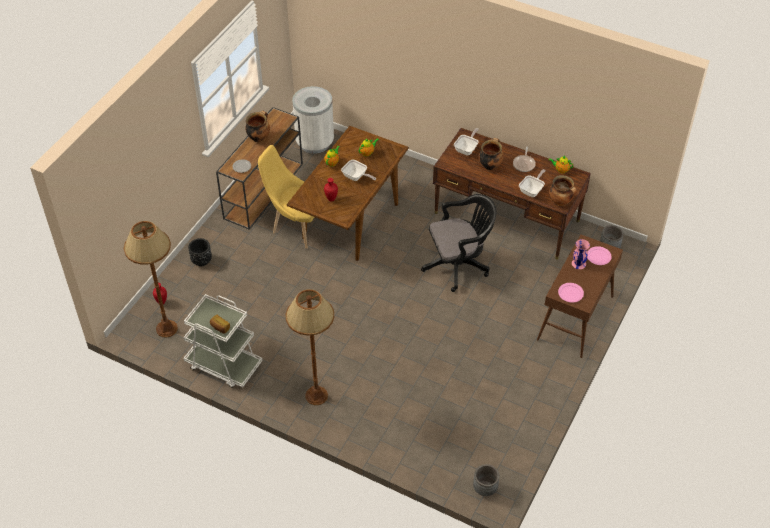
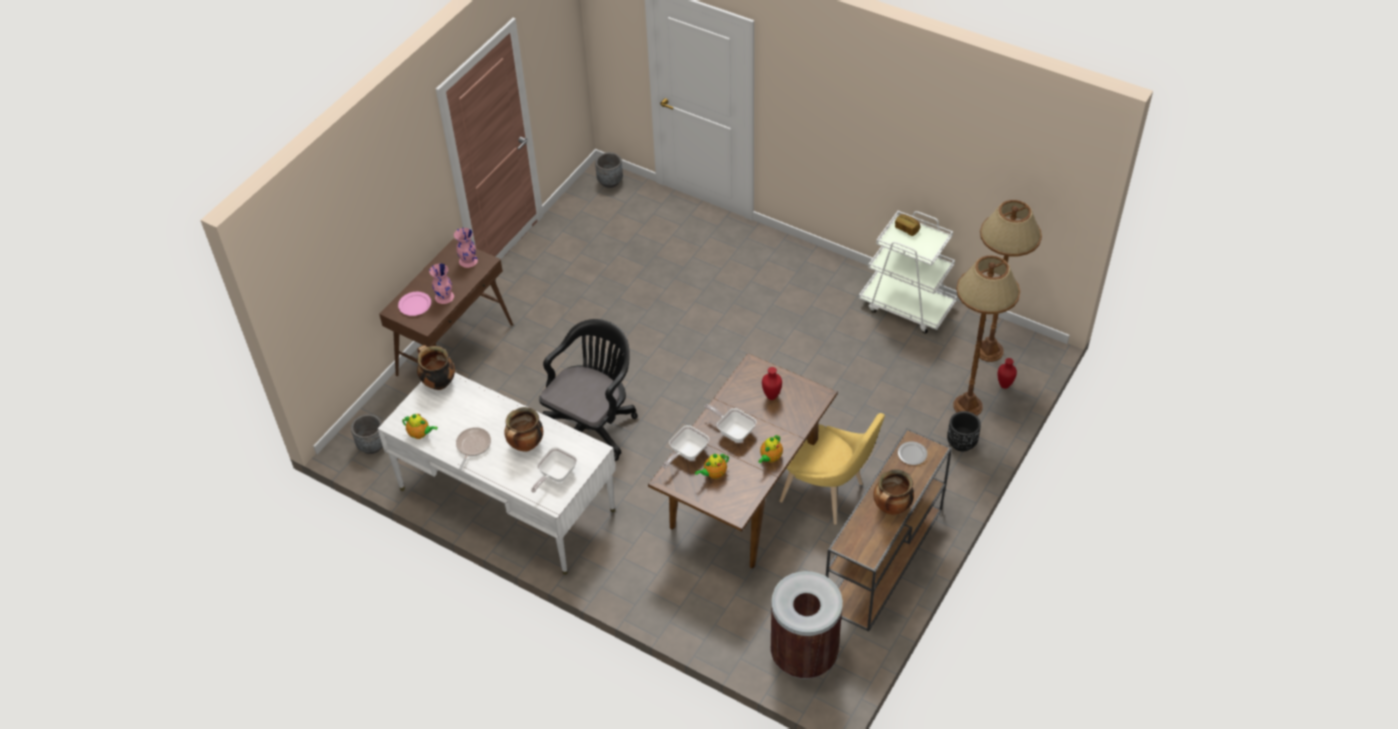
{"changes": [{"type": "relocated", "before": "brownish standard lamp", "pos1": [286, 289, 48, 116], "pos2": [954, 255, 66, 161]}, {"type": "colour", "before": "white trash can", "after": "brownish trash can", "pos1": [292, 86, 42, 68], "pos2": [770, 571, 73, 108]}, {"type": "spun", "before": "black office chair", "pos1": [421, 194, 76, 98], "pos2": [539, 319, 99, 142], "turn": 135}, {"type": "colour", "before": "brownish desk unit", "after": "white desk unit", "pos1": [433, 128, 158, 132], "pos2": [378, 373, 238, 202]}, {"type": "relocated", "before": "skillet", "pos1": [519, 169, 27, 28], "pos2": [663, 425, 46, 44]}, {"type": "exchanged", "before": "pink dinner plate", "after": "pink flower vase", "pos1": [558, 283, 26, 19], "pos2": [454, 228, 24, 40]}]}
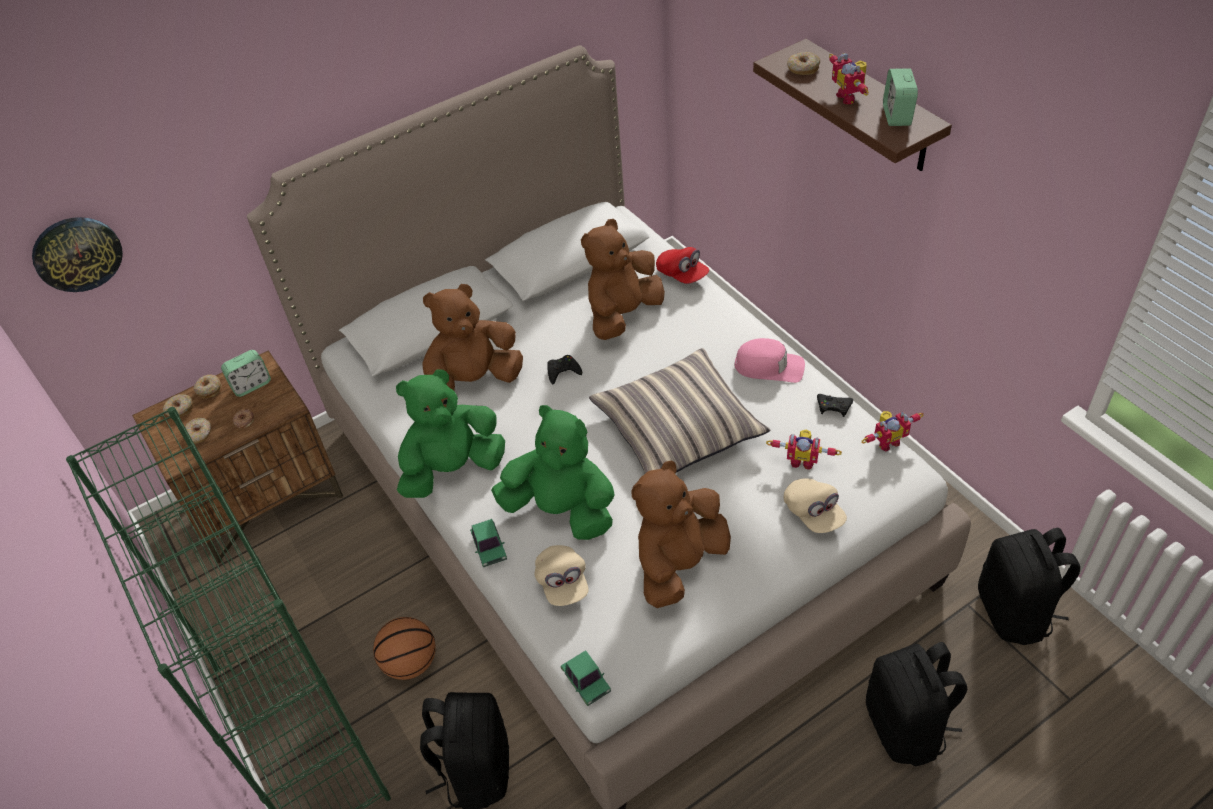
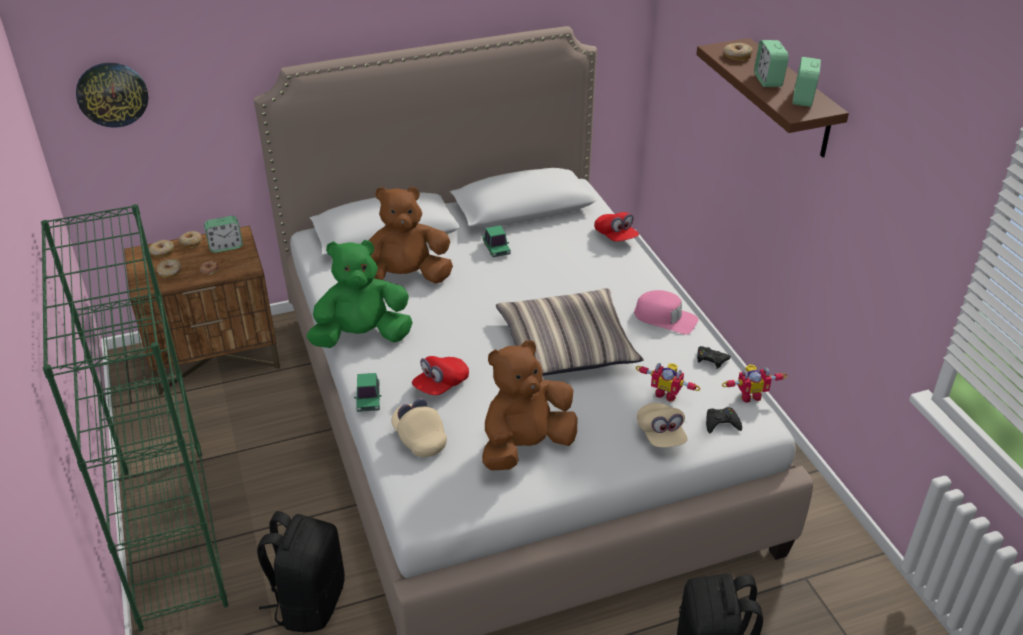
{"changes": [{"type": "missing", "before": "basketball", "pos1": [373, 617, 63, 63]}, {"type": "exchanged", "before": "green-coloured cuddly toy", "after": "red cap", "pos1": [491, 405, 124, 135], "pos2": [412, 356, 57, 39]}, {"type": "spun", "before": "beige cap", "pos1": [535, 545, 54, 61], "pos2": [391, 398, 56, 59], "turn": 150}, {"type": "relocated", "before": "black game controller", "pos1": [547, 355, 35, 29], "pos2": [706, 407, 36, 27]}, {"type": "relocated", "before": "model car", "pos1": [561, 650, 50, 56], "pos2": [482, 225, 28, 32]}, {"type": "missing", "before": "brownish cuddly toy", "pos1": [581, 219, 84, 121]}, {"type": "exchanged", "before": "model robot", "after": "alarm clock", "pos1": [829, 53, 40, 52], "pos2": [754, 40, 35, 47]}, {"type": "missing", "before": "black rucksack", "pos1": [978, 528, 102, 117]}]}
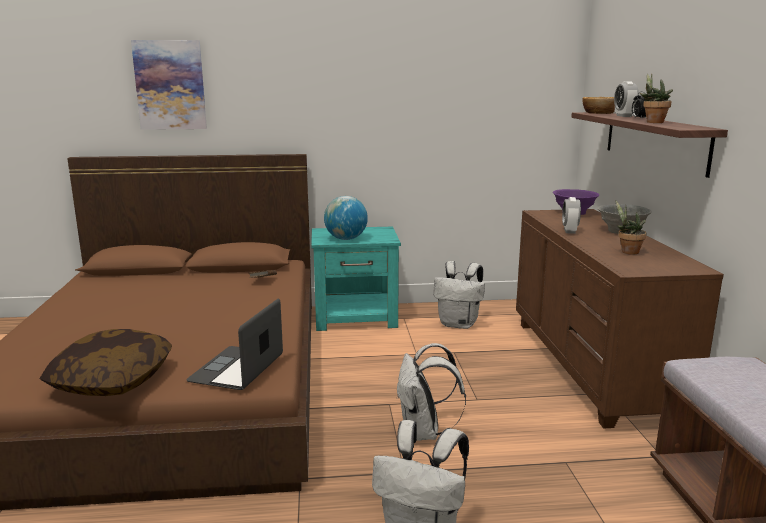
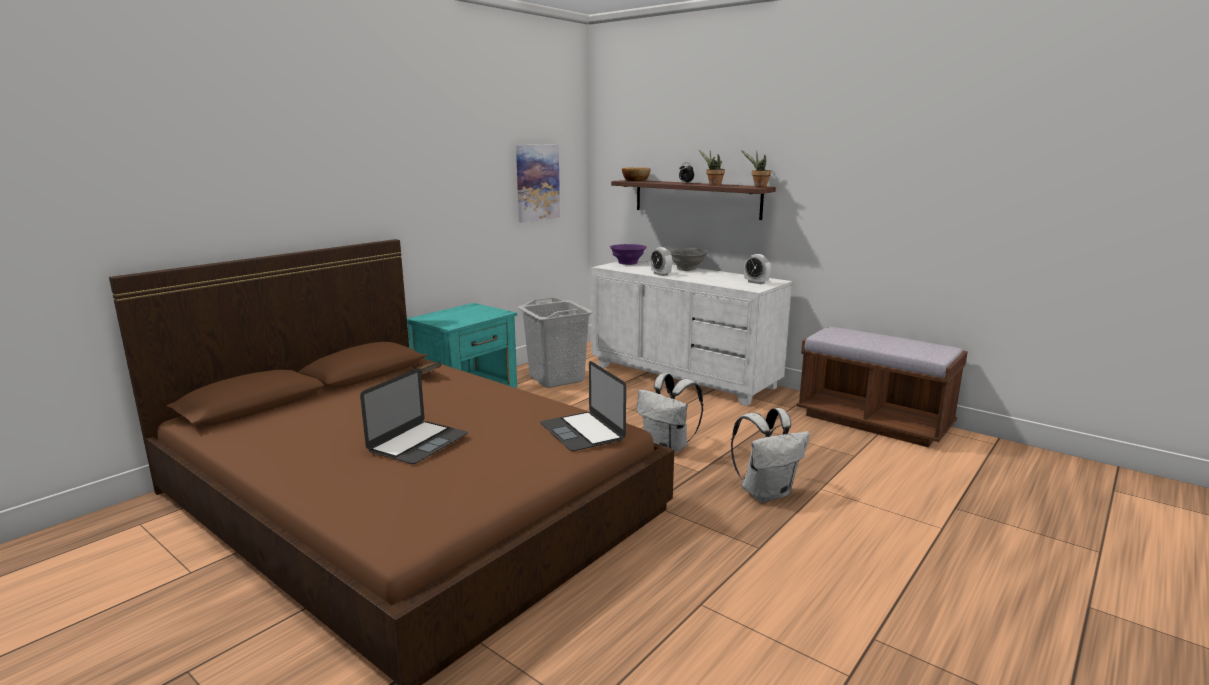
{"changes": [{"type": "missing", "before": "throw pillow", "pos1": [39, 329, 133, 67]}, {"type": "relocated", "before": "wall art", "pos1": [131, 40, 76, 90], "pos2": [516, 144, 44, 78]}, {"type": "missing", "before": "world globe", "pos1": [324, 196, 44, 44]}, {"type": "exchanged", "before": "white rucksack", "after": "grey hamper", "pos1": [434, 261, 51, 68], "pos2": [518, 297, 76, 91]}, {"type": "colour", "before": "brownish chest of drawers", "after": "white chest of drawers", "pos1": [516, 209, 208, 220], "pos2": [591, 260, 201, 146]}, {"type": "relocated", "before": "alarm clock", "pos1": [614, 81, 25, 36], "pos2": [744, 254, 27, 30]}, {"type": "relocated", "before": "plant in a pot", "pos1": [616, 201, 30, 54], "pos2": [741, 150, 30, 37]}, {"type": "appeared", "after": "portable computer", "pos2": [360, 368, 108, 96]}]}
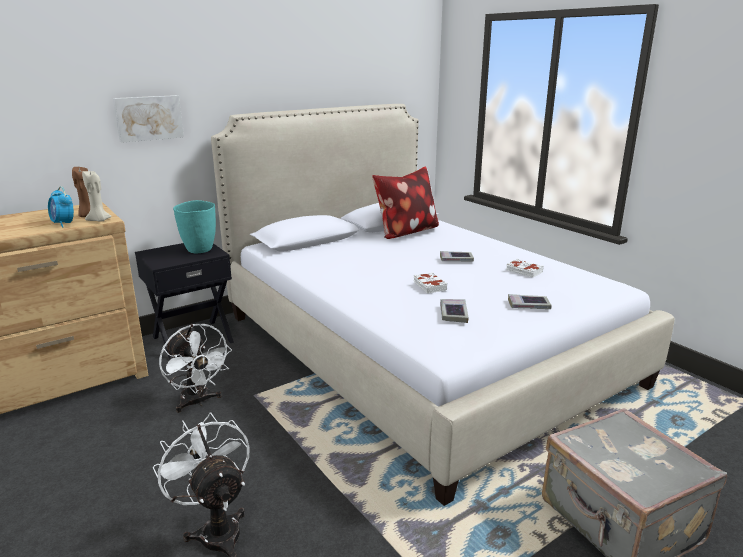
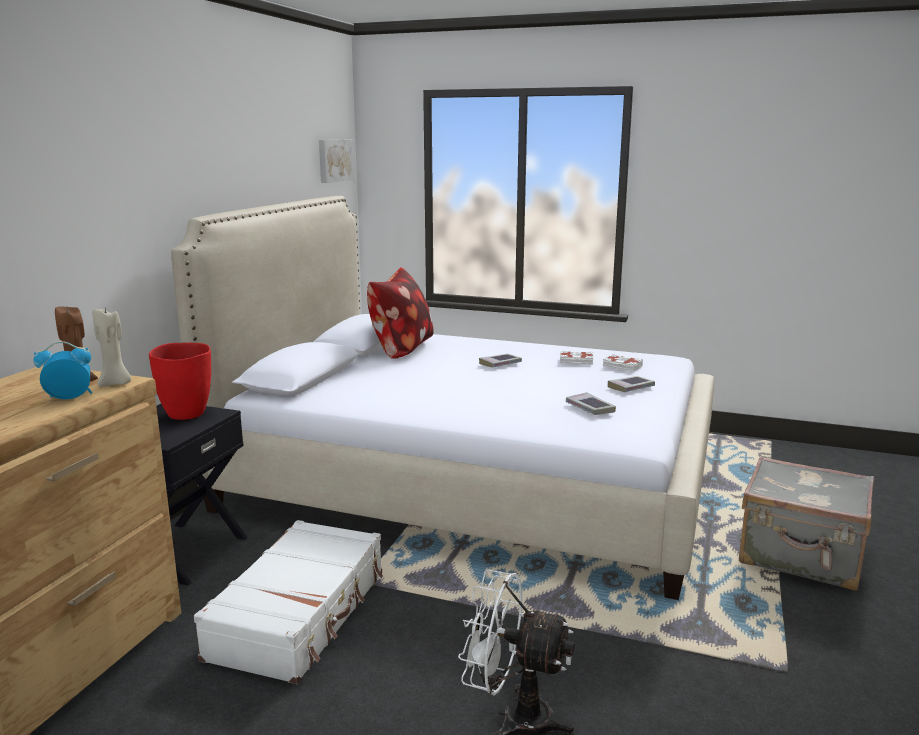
{"changes": [{"type": "spun", "before": "alarm clock", "pos1": [48, 186, 26, 41], "pos2": [34, 341, 58, 58], "turn": 150}, {"type": "relocated", "before": "wall art", "pos1": [113, 95, 71, 48], "pos2": [319, 140, 36, 43]}, {"type": "exchanged", "before": "white cooling fan", "after": "white suitcase", "pos1": [159, 324, 73, 89], "pos2": [194, 520, 189, 164]}, {"type": "colour", "before": "turquoise flower vase", "after": "red flower vase", "pos1": [173, 200, 43, 53], "pos2": [149, 342, 62, 78]}, {"type": "relocated", "before": "white book", "pos1": [413, 272, 34, 21], "pos2": [603, 354, 40, 18]}]}
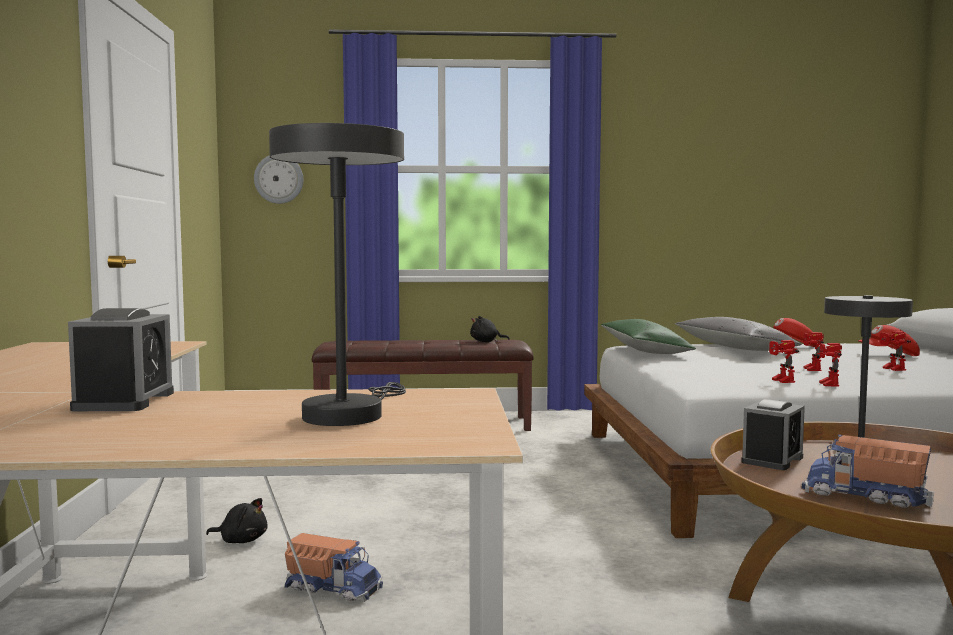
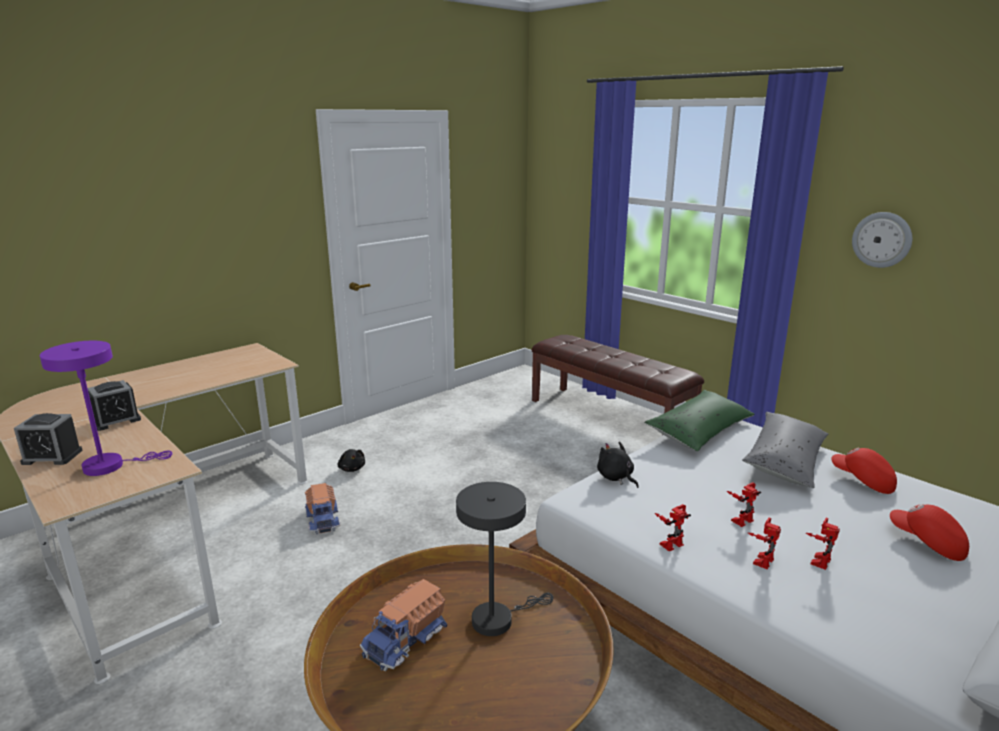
{"changes": [{"type": "relocated", "before": "wall clock", "pos1": [254, 156, 49, 48], "pos2": [852, 212, 60, 56]}, {"type": "colour", "before": "grey tabletop lamp", "after": "purple tabletop lamp", "pos1": [269, 123, 137, 303], "pos2": [40, 341, 132, 135]}, {"type": "relocated", "before": "black cuddly toy", "pos1": [470, 316, 40, 26], "pos2": [597, 441, 42, 47]}, {"type": "relocated", "before": "alarm clock", "pos1": [741, 399, 64, 71], "pos2": [14, 413, 68, 52]}, {"type": "relocated", "before": "model robot", "pos1": [769, 340, 30, 43], "pos2": [748, 518, 33, 51]}, {"type": "spun", "before": "toy truck", "pos1": [802, 434, 132, 73], "pos2": [360, 579, 87, 92], "turn": -135}]}
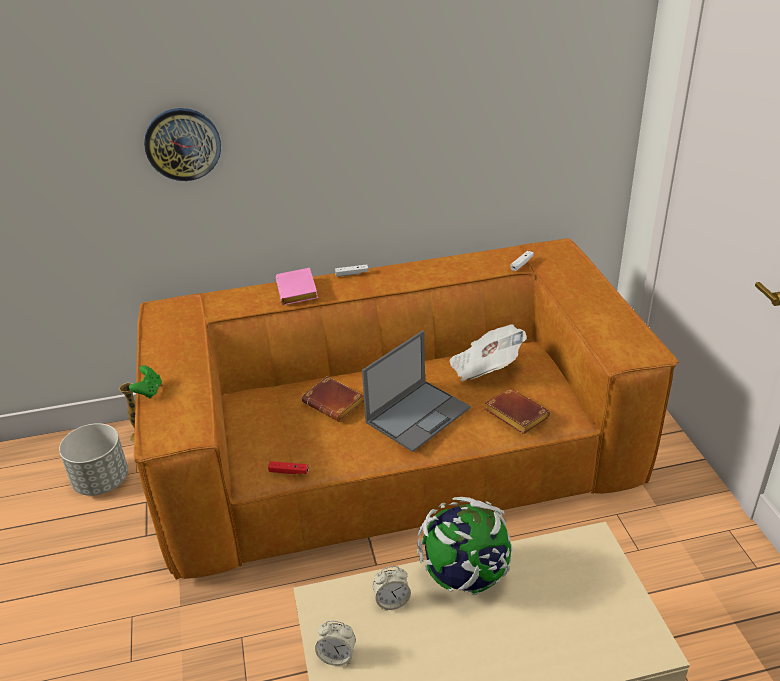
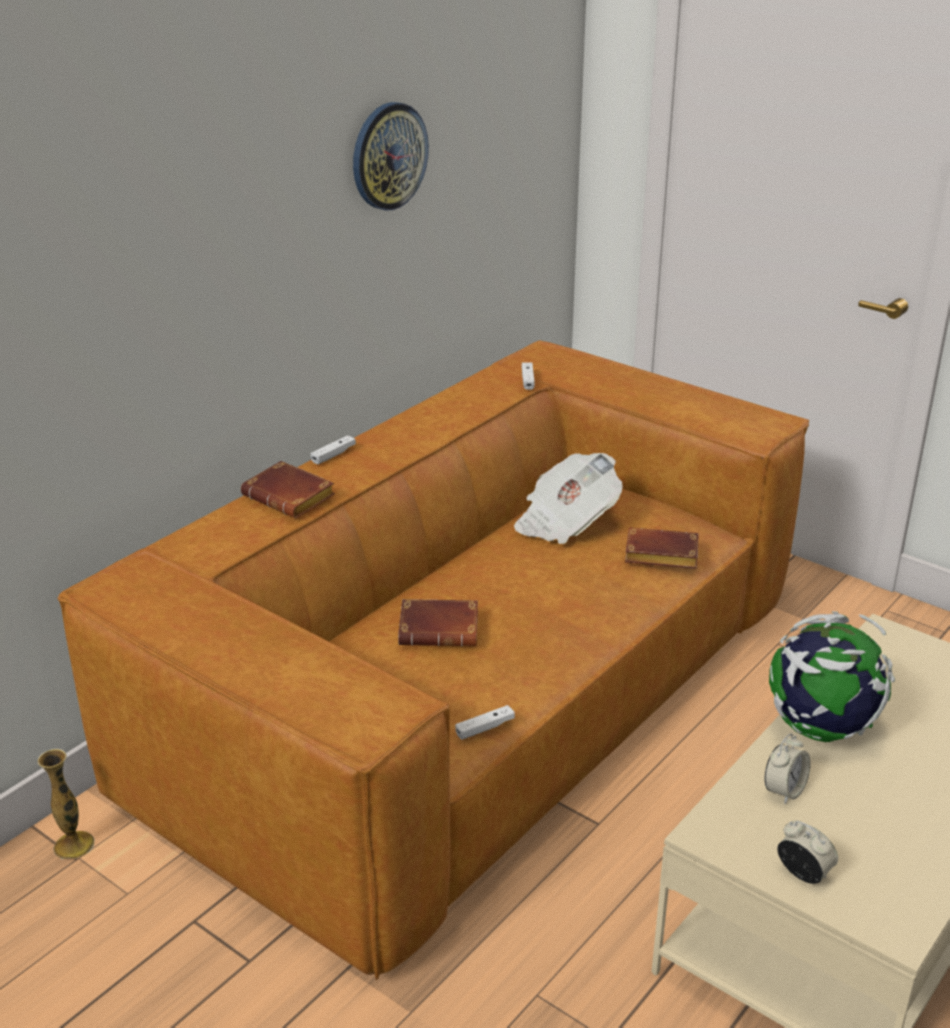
{"changes": [{"type": "missing", "before": "grey plant pot", "pos1": [59, 423, 69, 73]}, {"type": "missing", "before": "green-coloured game controller", "pos1": [129, 365, 33, 34]}, {"type": "relocated", "before": "wall clock", "pos1": [144, 108, 77, 73], "pos2": [353, 102, 76, 109]}, {"type": "colour", "before": "red game controller", "after": "white game controller", "pos1": [268, 461, 41, 13], "pos2": [455, 705, 60, 35]}, {"type": "colour", "before": "pink book", "after": "brownish book", "pos1": [276, 268, 42, 37], "pos2": [241, 461, 94, 57]}, {"type": "spun", "before": "alarm clock", "pos1": [315, 621, 41, 45], "pos2": [777, 821, 61, 63], "turn": -105}, {"type": "missing", "before": "portable computer", "pos1": [362, 330, 109, 122]}]}
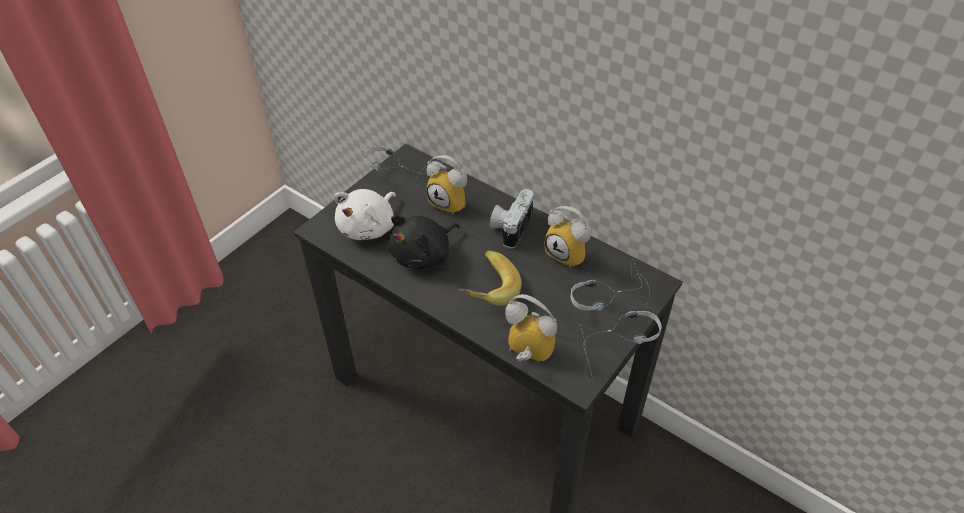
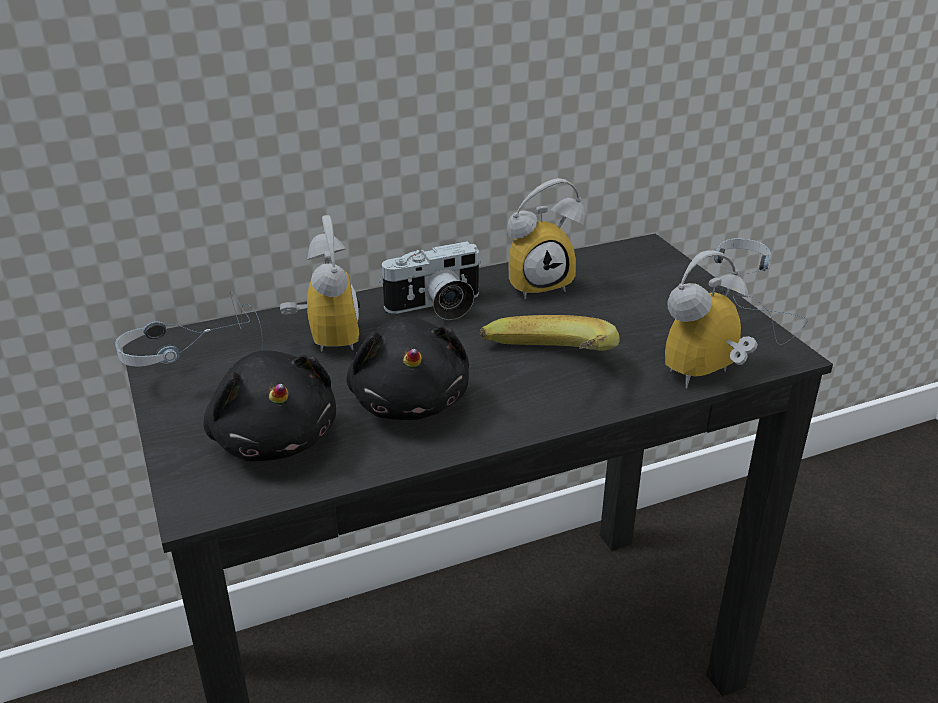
{"changes": [{"type": "colour", "before": "white cuddly toy", "after": "black cuddly toy", "pos1": [334, 189, 62, 51], "pos2": [203, 350, 133, 112]}, {"type": "spun", "before": "alarm clock", "pos1": [426, 155, 41, 60], "pos2": [280, 215, 80, 136], "turn": -75}, {"type": "spun", "before": "photo camera", "pos1": [490, 189, 43, 59], "pos2": [379, 241, 102, 79], "turn": -75}, {"type": "missing", "before": "headset", "pos1": [570, 257, 80, 54]}]}
